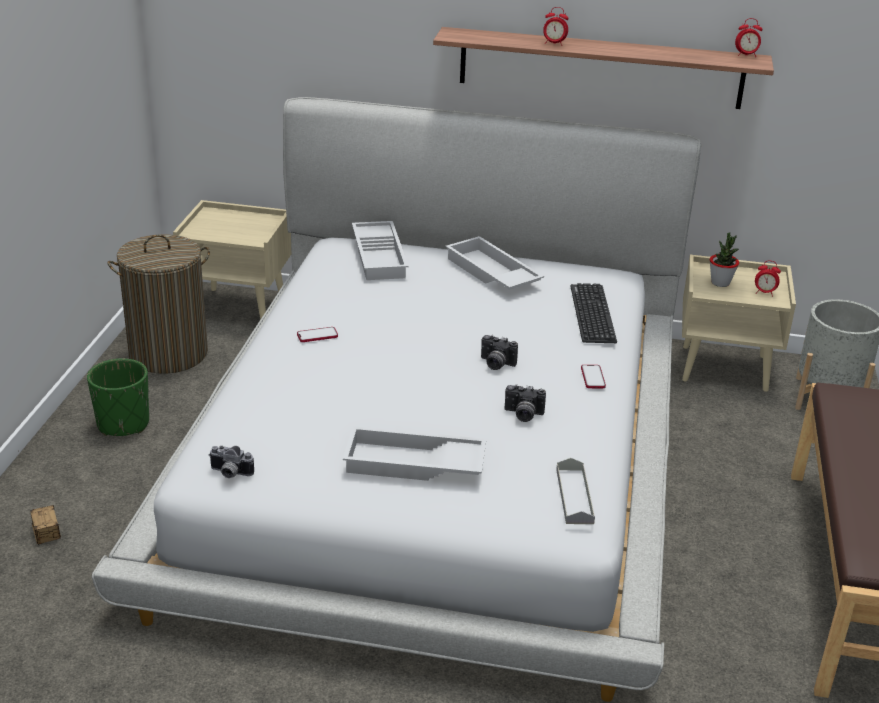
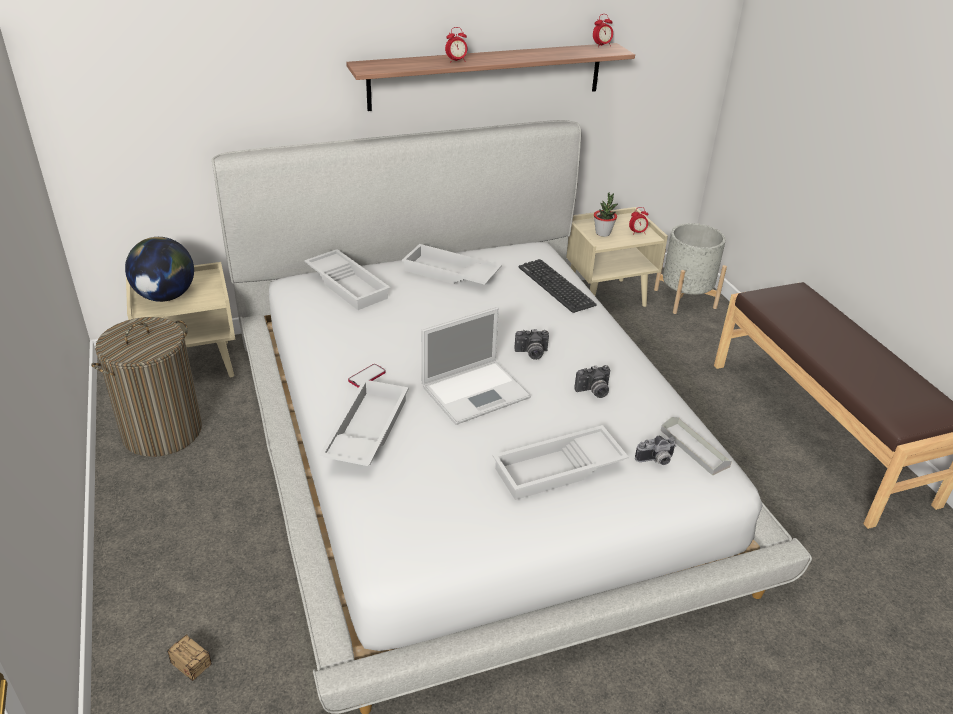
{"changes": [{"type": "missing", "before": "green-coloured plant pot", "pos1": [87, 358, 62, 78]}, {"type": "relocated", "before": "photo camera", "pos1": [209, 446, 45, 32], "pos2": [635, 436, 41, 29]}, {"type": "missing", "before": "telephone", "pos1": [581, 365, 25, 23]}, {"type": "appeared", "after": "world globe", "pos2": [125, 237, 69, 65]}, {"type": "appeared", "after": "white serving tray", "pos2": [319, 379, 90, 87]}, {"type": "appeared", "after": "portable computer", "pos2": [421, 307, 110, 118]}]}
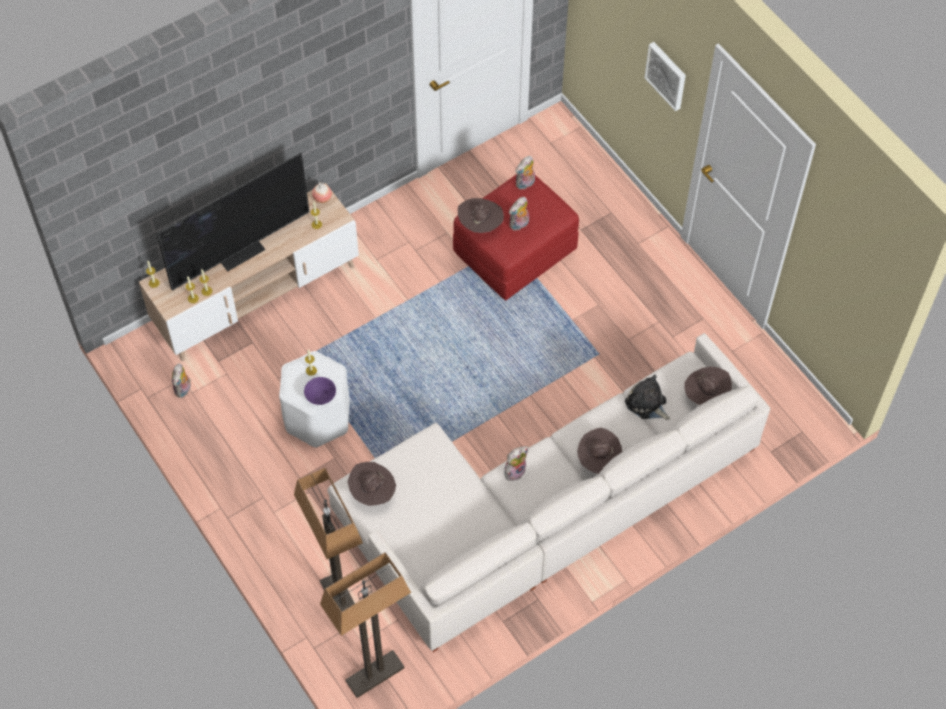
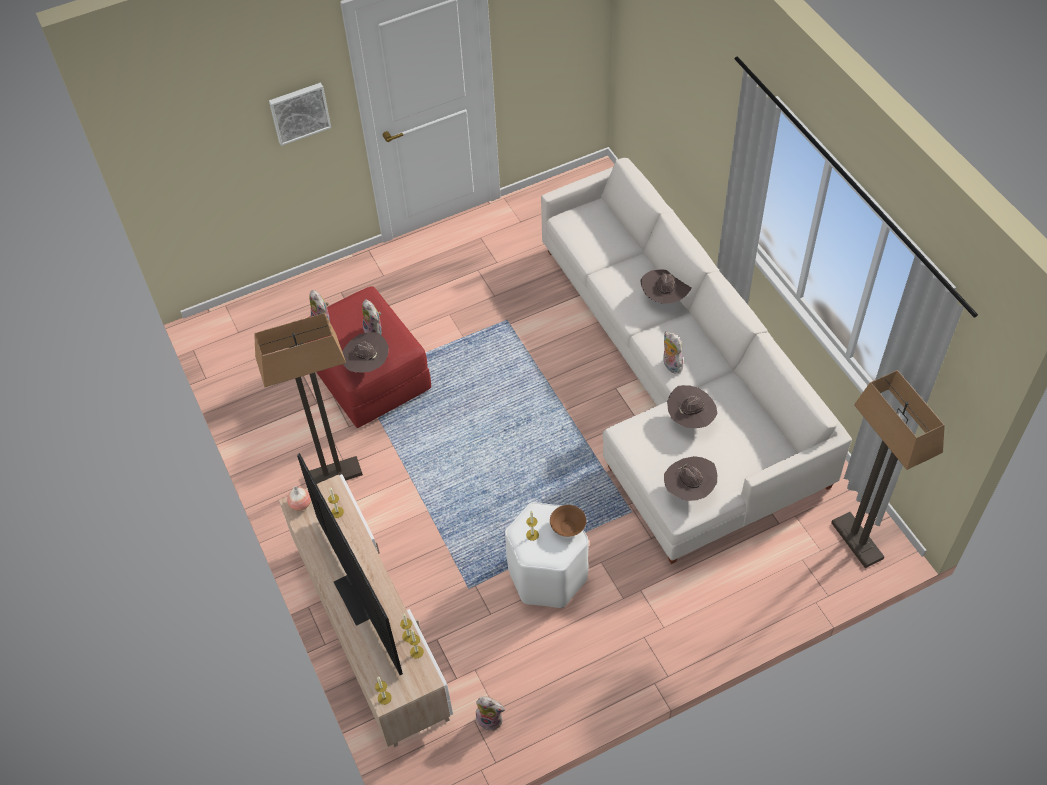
{"changes": [{"type": "relocated", "before": "standard lamp", "pos1": [294, 468, 69, 143], "pos2": [254, 313, 109, 171]}, {"type": "colour", "before": "purple bowl", "after": "brownish bowl", "pos1": [304, 377, 32, 28], "pos2": [550, 505, 36, 32]}, {"type": "missing", "before": "cuddly toy", "pos1": [625, 375, 45, 45]}, {"type": "relocated", "before": "brownish clothing hat", "pos1": [684, 366, 48, 39], "pos2": [667, 385, 51, 43]}]}
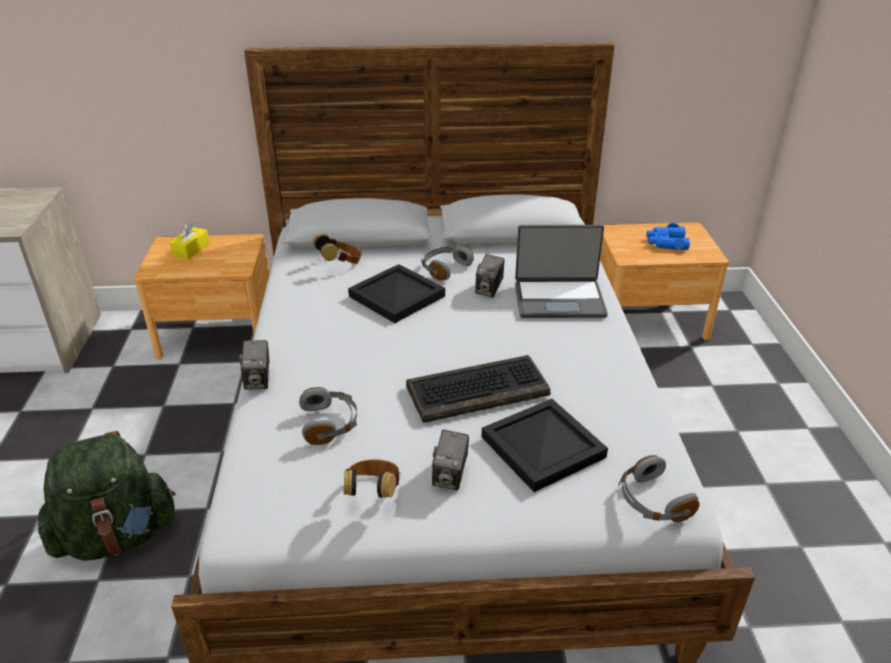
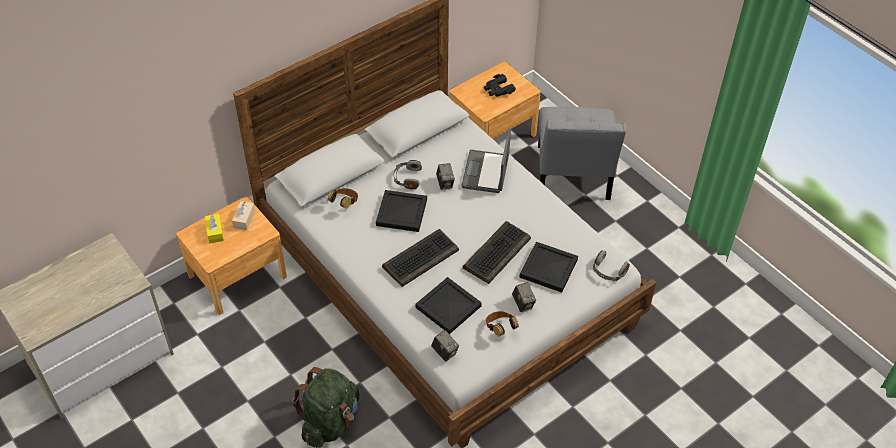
{"changes": [{"type": "relocated", "before": "photo camera", "pos1": [239, 340, 30, 50], "pos2": [431, 330, 28, 32]}, {"type": "exchanged", "before": "grey headset", "after": "black serving tray", "pos1": [299, 387, 58, 58], "pos2": [416, 277, 66, 57]}, {"type": "spun", "before": "portable computer", "pos1": [515, 225, 93, 93], "pos2": [461, 128, 50, 65], "turn": 135}, {"type": "colour", "before": "blue binoculars", "after": "black binoculars", "pos1": [647, 223, 43, 27], "pos2": [484, 74, 32, 23]}, {"type": "appeared", "after": "beige tissue holder", "pos2": [232, 201, 23, 29]}, {"type": "appeared", "after": "keyboard", "pos2": [382, 229, 77, 58]}, {"type": "appeared", "after": "grey upright chair", "pos2": [538, 107, 89, 93]}]}
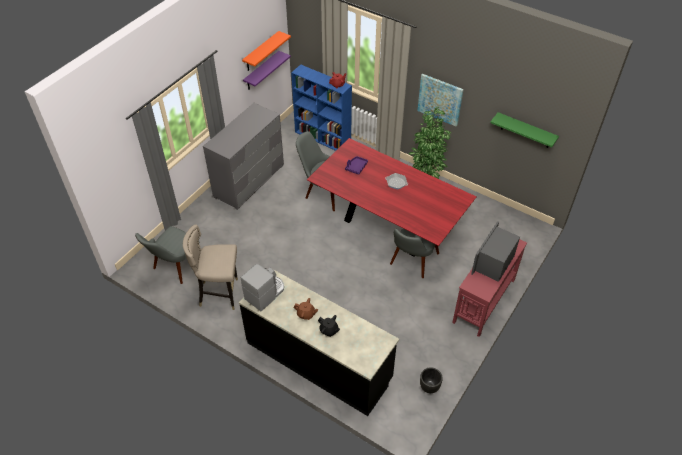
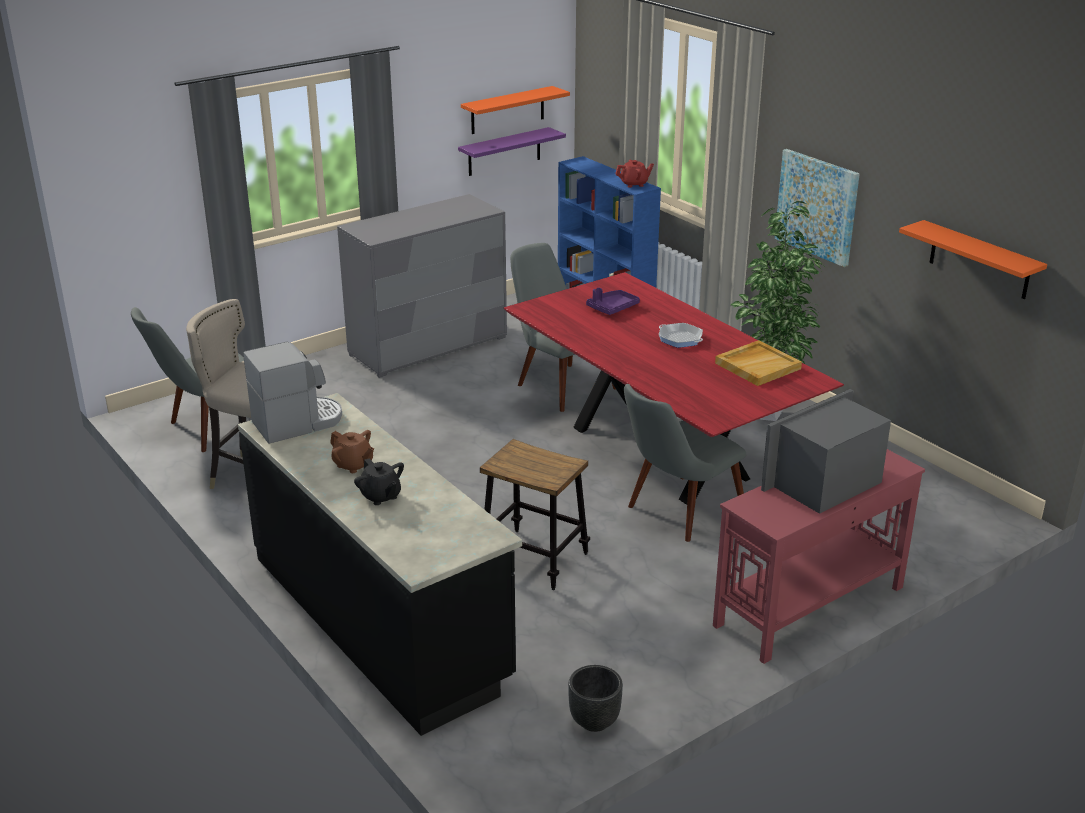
{"changes": [{"type": "colour", "before": "green-coloured wall shelf", "after": "orange wall shelf", "pos1": [490, 112, 69, 36], "pos2": [899, 220, 148, 79]}, {"type": "appeared", "after": "stool", "pos2": [480, 439, 110, 151]}, {"type": "appeared", "after": "beige serving tray", "pos2": [715, 340, 87, 46]}]}
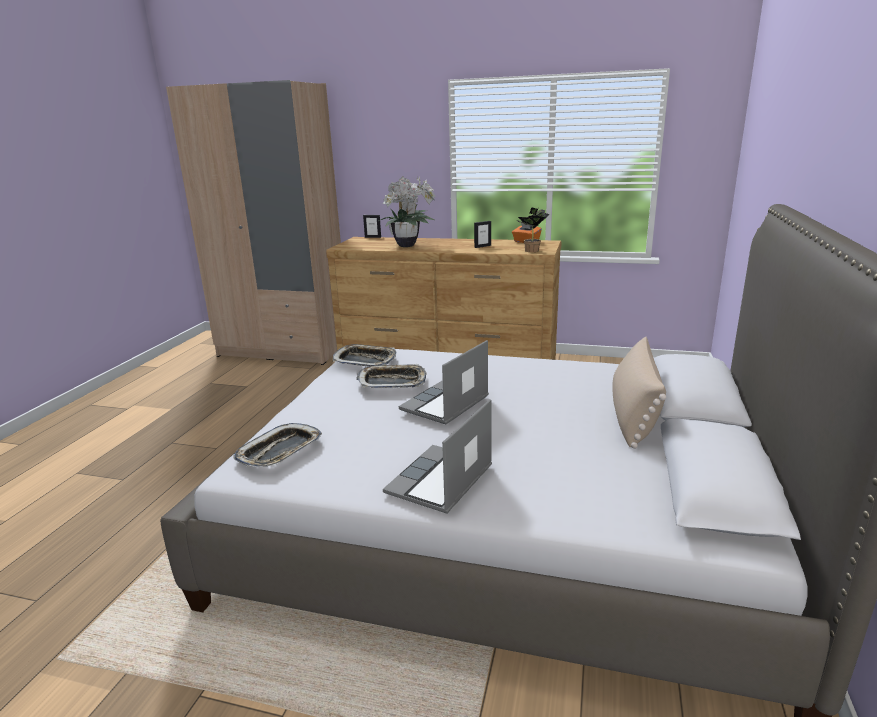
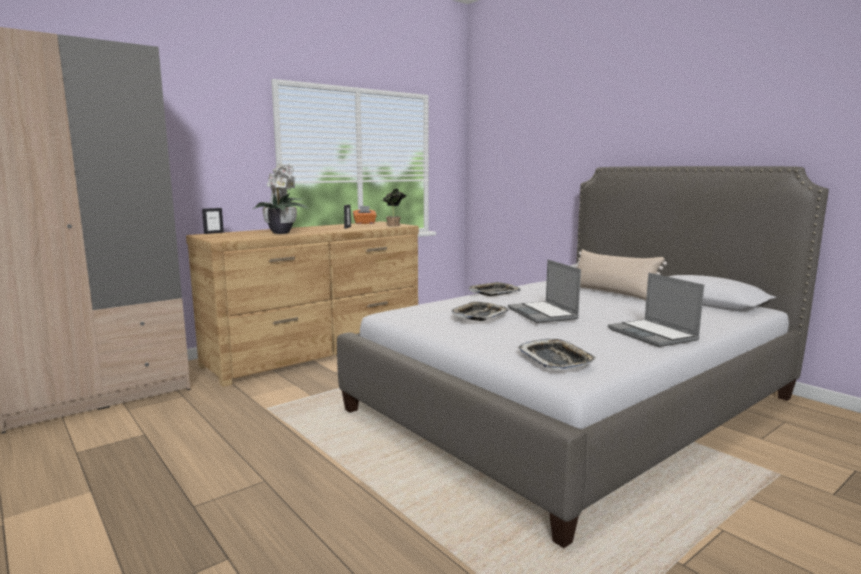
{"changes": [{"type": "relocated", "before": "serving tray", "pos1": [333, 344, 64, 23], "pos2": [469, 282, 52, 14]}]}
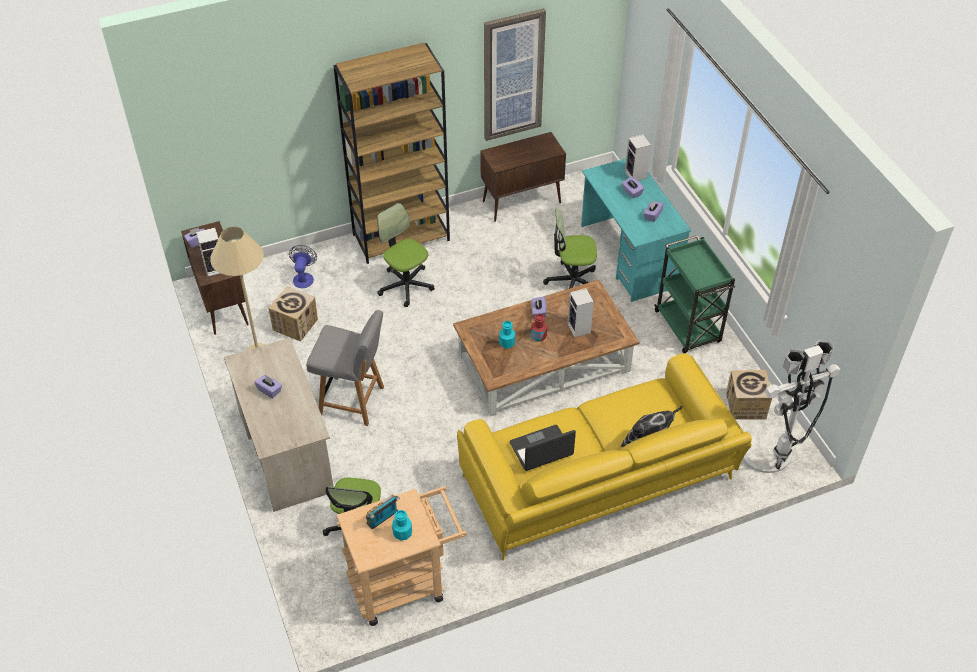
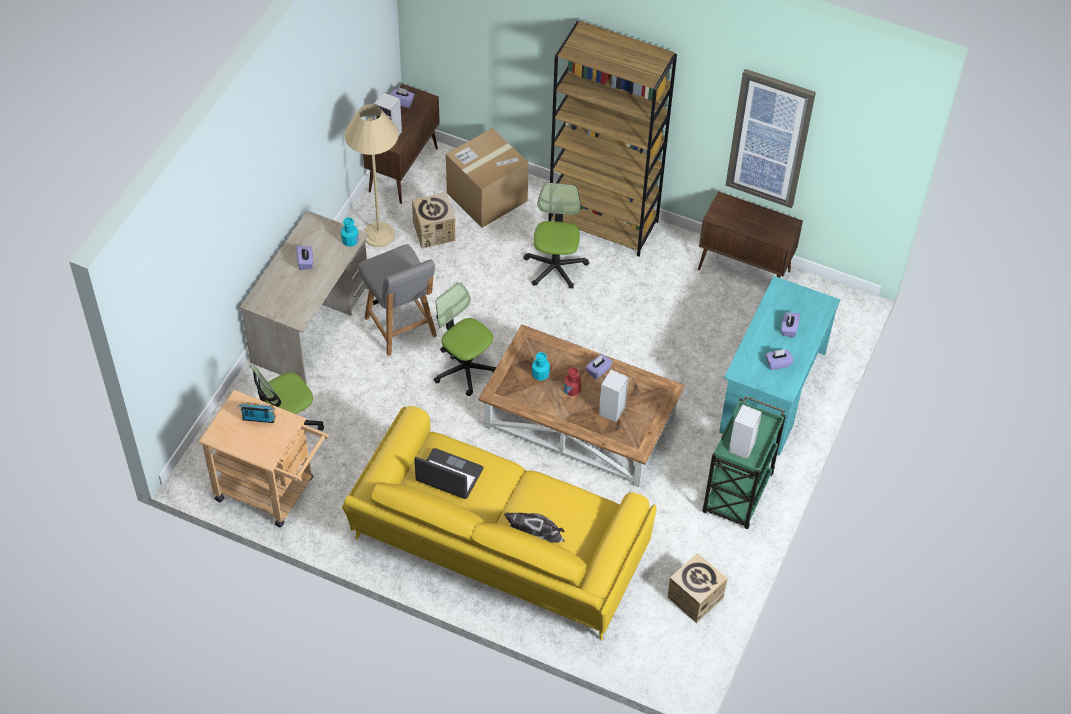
{"changes": [{"type": "exchanged", "before": "cooling fan", "after": "carton", "pos1": [289, 245, 28, 43], "pos2": [446, 128, 83, 100]}, {"type": "relocated", "before": "turquoise beverage bottle", "pos1": [392, 510, 20, 31], "pos2": [341, 217, 18, 30]}, {"type": "relocated", "before": "office chair", "pos1": [543, 208, 54, 81], "pos2": [434, 283, 62, 113]}, {"type": "relocated", "before": "audio speaker", "pos1": [625, 134, 26, 47], "pos2": [728, 404, 34, 55]}, {"type": "missing", "before": "white standard lamp", "pos1": [743, 339, 97, 134]}]}
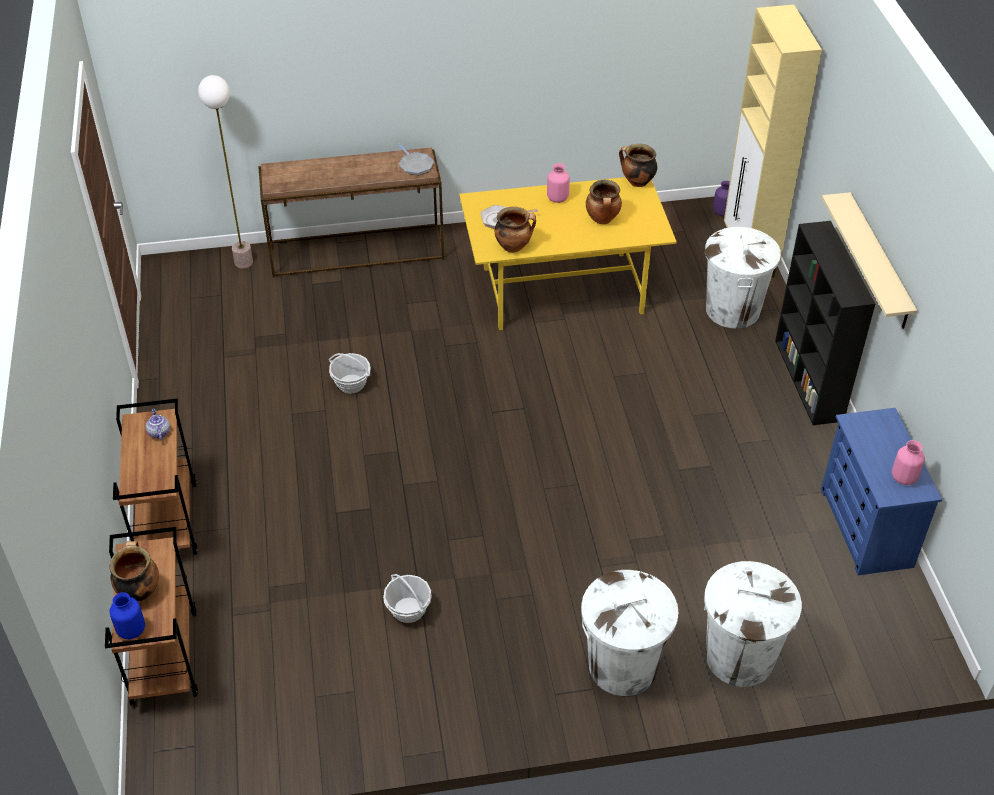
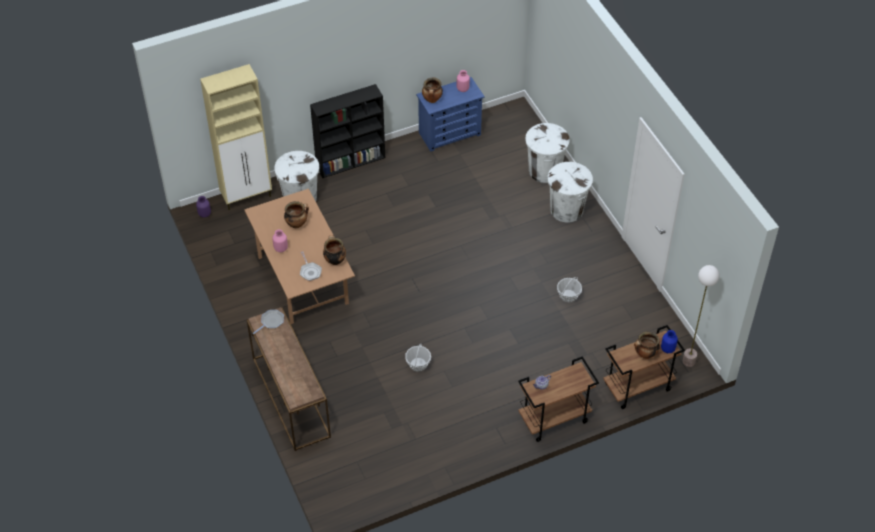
{"changes": [{"type": "relocated", "before": "standard lamp", "pos1": [198, 75, 55, 193], "pos2": [683, 265, 36, 102]}, {"type": "colour", "before": "yellowish dining table", "after": "brownish dining table", "pos1": [459, 177, 218, 153], "pos2": [244, 189, 111, 135]}, {"type": "relocated", "before": "cooking pot", "pos1": [619, 144, 38, 43], "pos2": [422, 78, 21, 25]}, {"type": "missing", "before": "beige wall shelf", "pos1": [822, 192, 95, 137]}]}
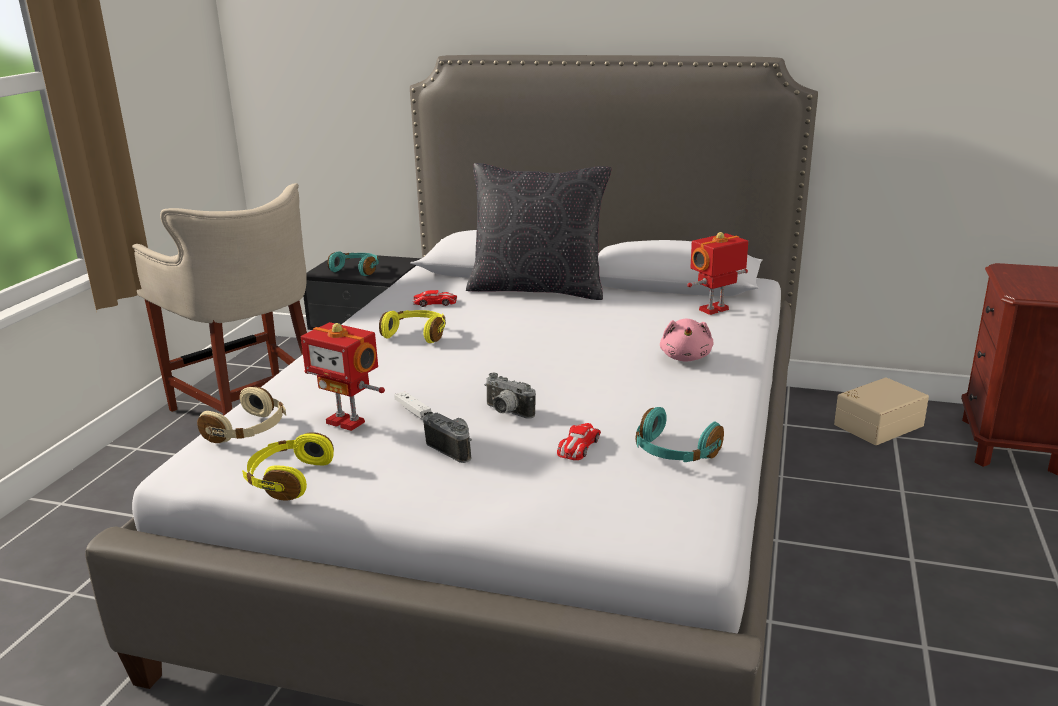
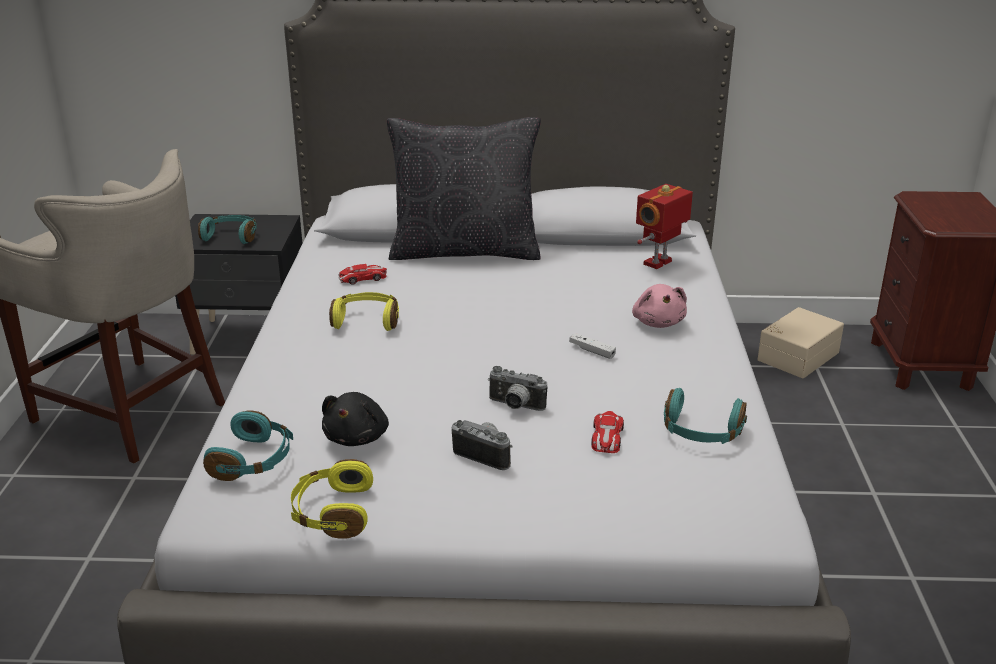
{"changes": [{"type": "colour", "before": "beige headset", "after": "turquoise headset", "pos1": [197, 387, 89, 56], "pos2": [203, 410, 90, 71]}, {"type": "exchanged", "before": "model robot", "after": "black cuddly toy", "pos1": [301, 322, 84, 109], "pos2": [322, 392, 67, 54]}, {"type": "relocated", "before": "white game controller", "pos1": [395, 391, 36, 29], "pos2": [569, 333, 47, 26]}]}
